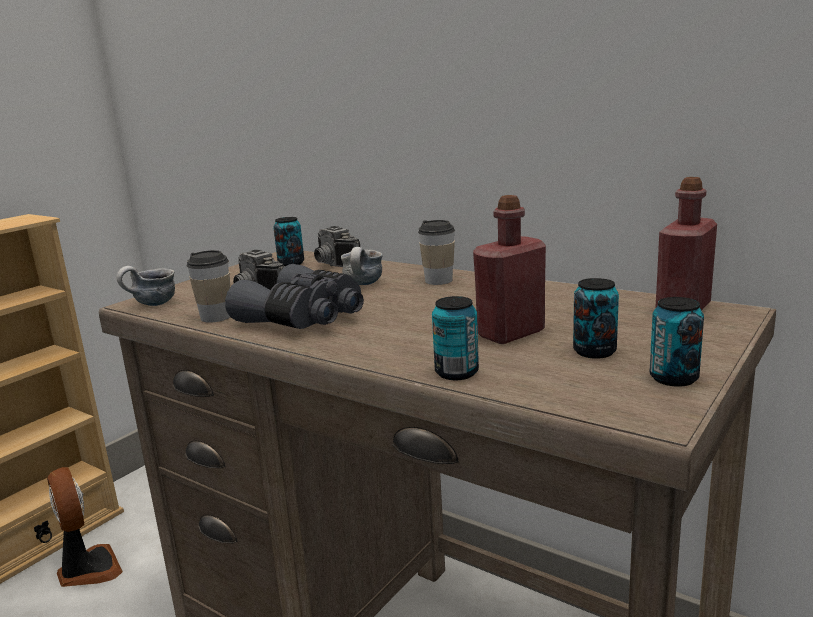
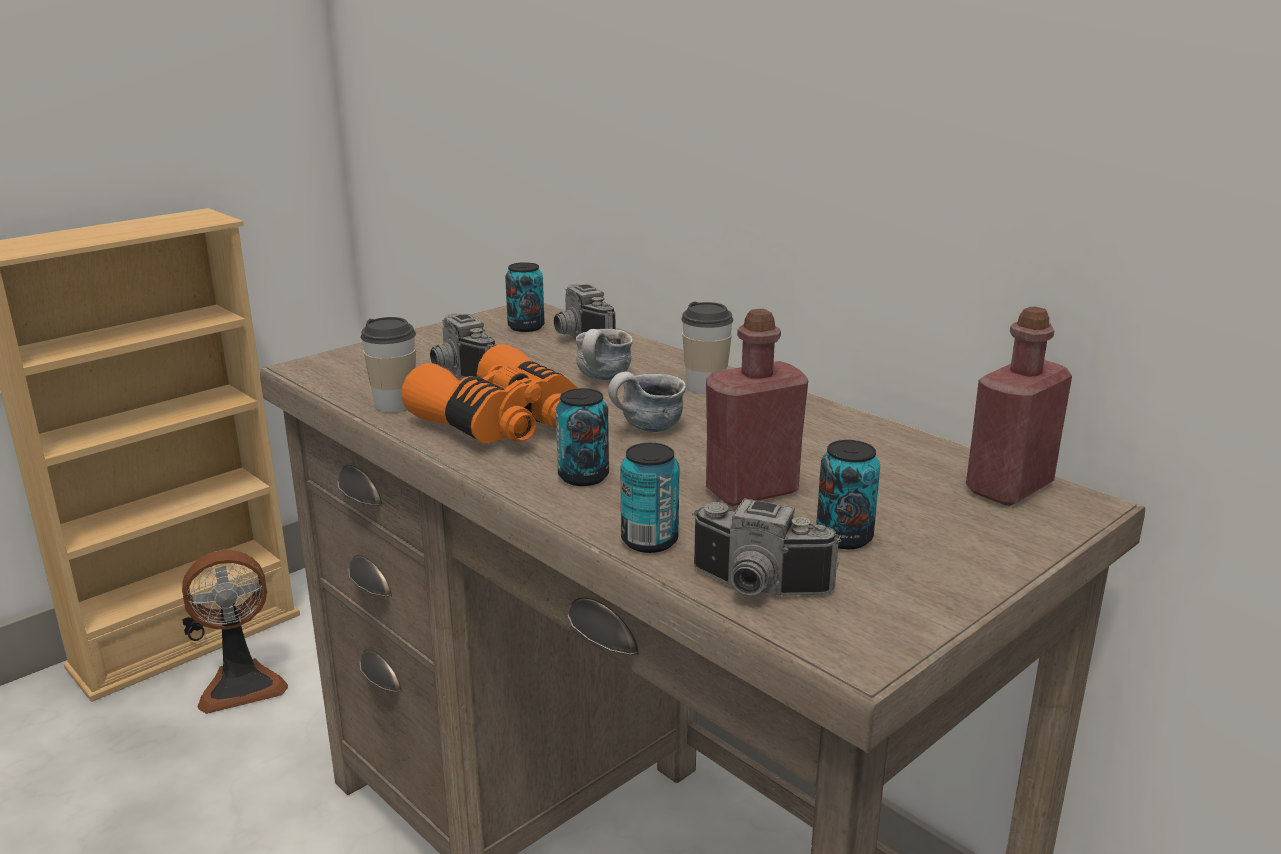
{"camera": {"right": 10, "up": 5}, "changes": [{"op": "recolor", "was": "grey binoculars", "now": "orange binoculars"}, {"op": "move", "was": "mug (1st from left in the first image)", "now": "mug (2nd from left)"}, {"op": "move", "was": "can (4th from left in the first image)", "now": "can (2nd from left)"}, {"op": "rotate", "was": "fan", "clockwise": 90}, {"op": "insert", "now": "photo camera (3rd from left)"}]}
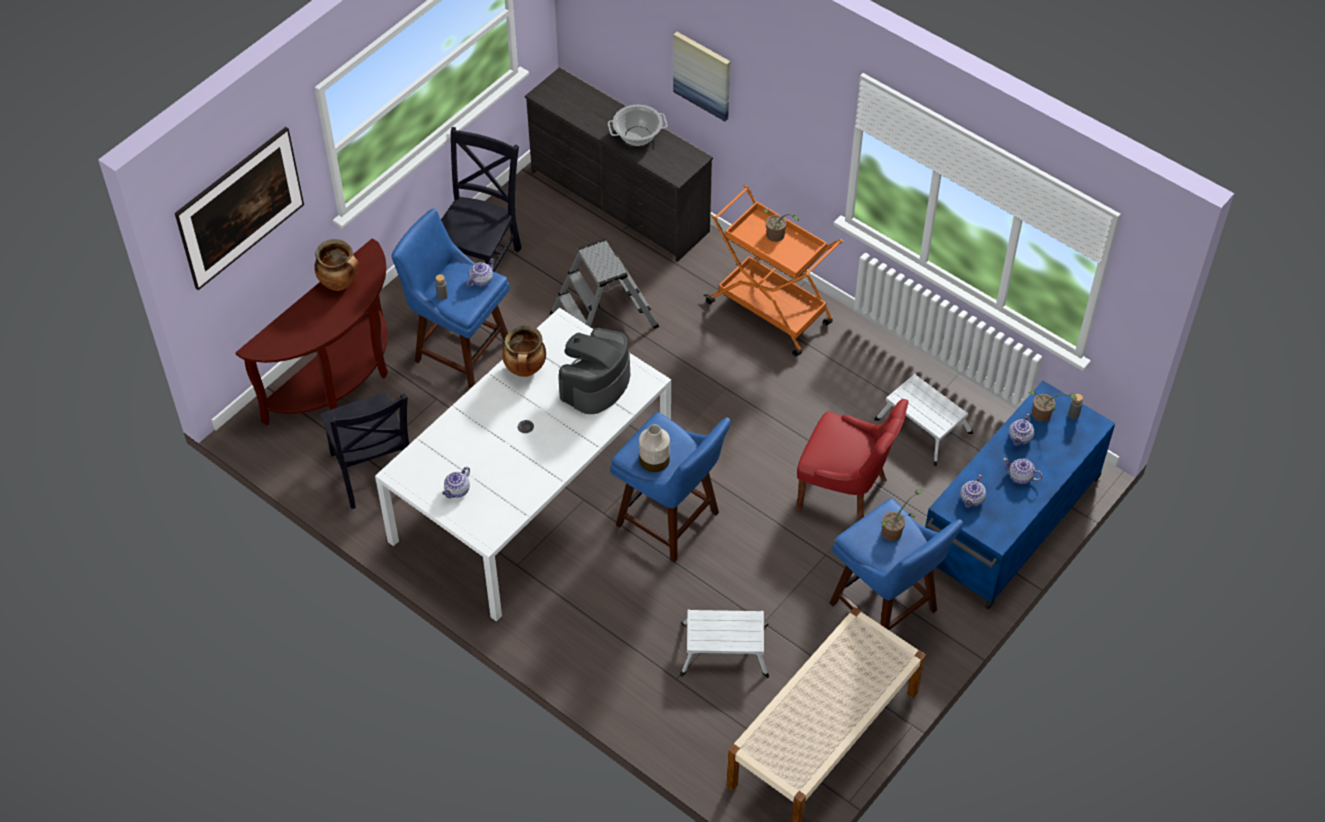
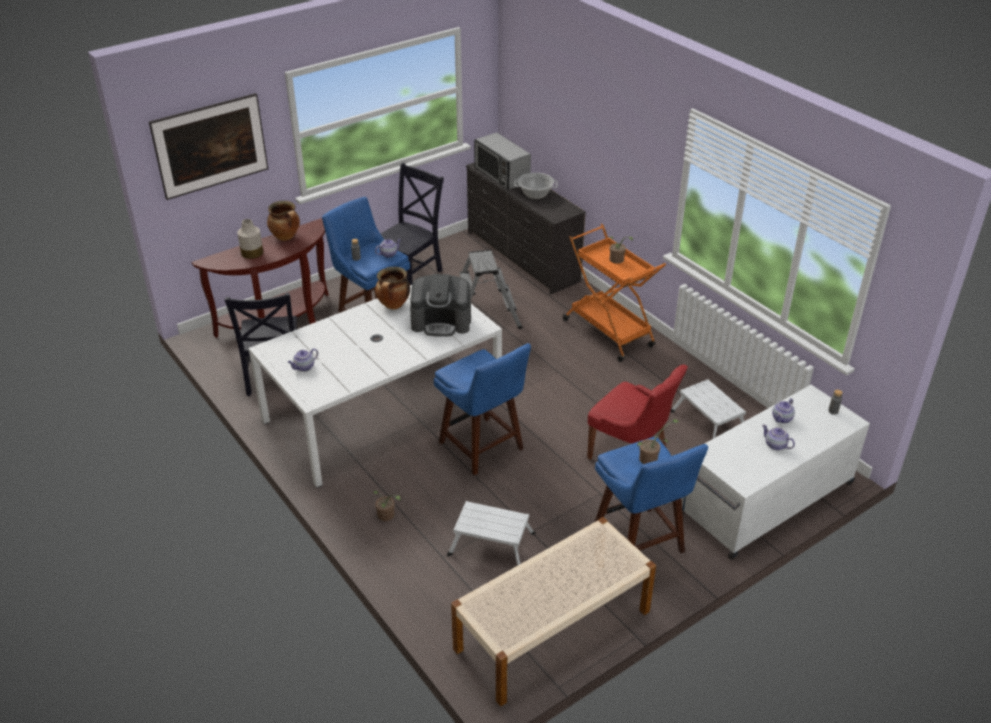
{"camera": {"right": 15, "up": -15}, "changes": [{"op": "delete", "was": "picture (2nd from left)"}, {"op": "rotate", "was": "coffee machine", "clockwise": -135}, {"op": "recolor", "was": "blue cabinet", "now": "white cabinet"}, {"op": "move", "was": "potted plant (3rd from left in the first image)", "now": "potted plant (1st from left)"}, {"op": "move", "was": "beige vase"}, {"op": "delete", "was": "teapot (3rd from left)"}, {"op": "insert", "now": "microwave"}]}
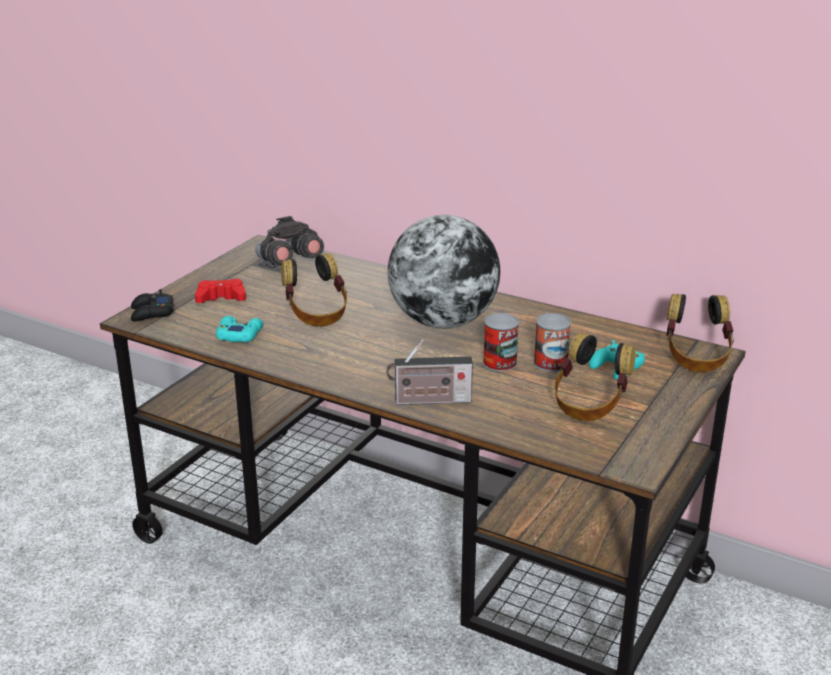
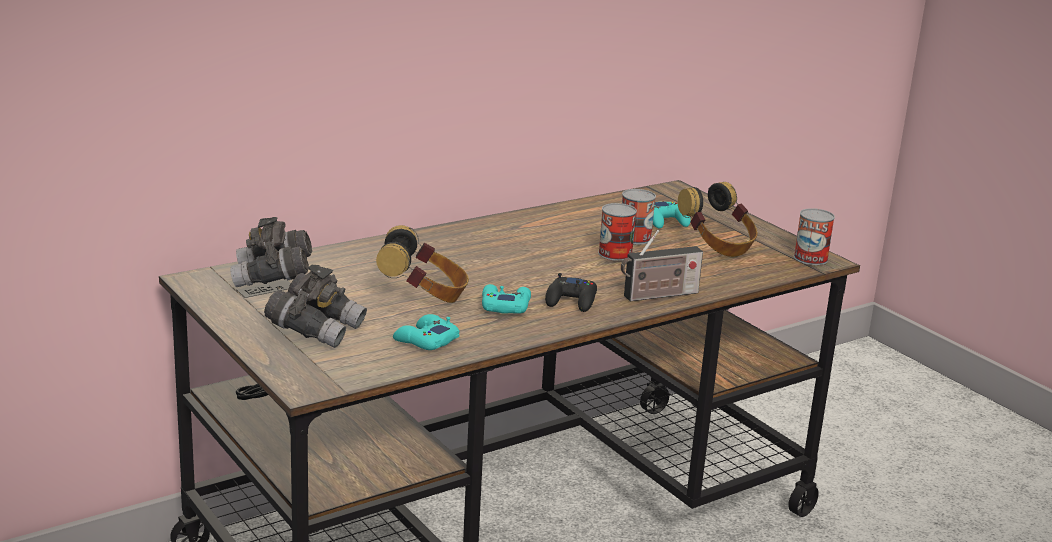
{"camera": {"right": -65, "up": -5}, "changes": [{"op": "delete", "was": "globe"}, {"op": "replace", "was": "red game controller", "now": "grey binoculars (2nd from left)"}, {"op": "move", "was": "black game controller"}, {"op": "delete", "was": "headphones (3rd from left)"}, {"op": "rotate", "was": "radio", "clockwise": 45}, {"op": "insert", "now": "can (3rd from left)"}, {"op": "insert", "now": "turquoise game controller (2nd from left)"}]}
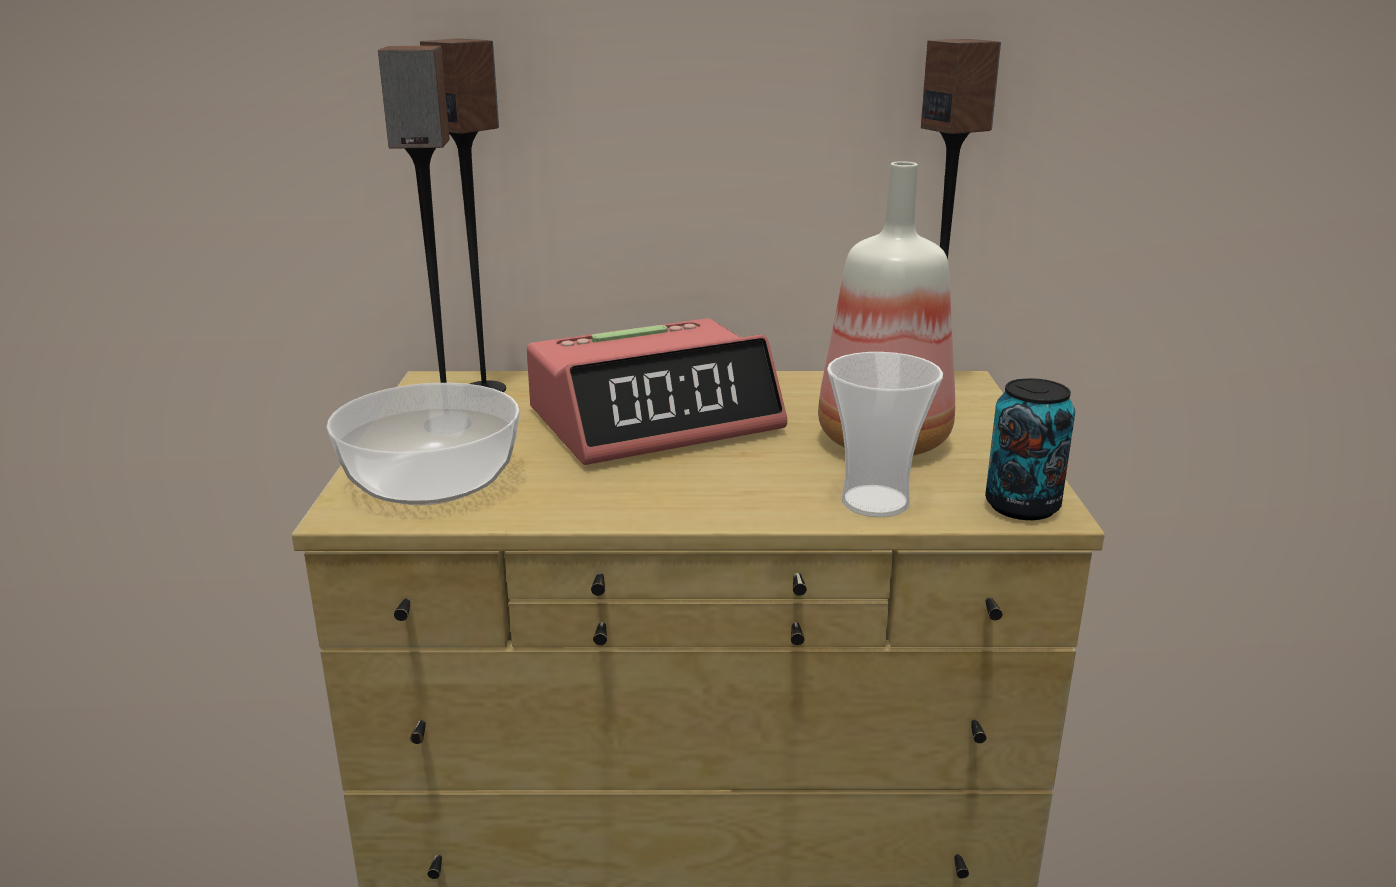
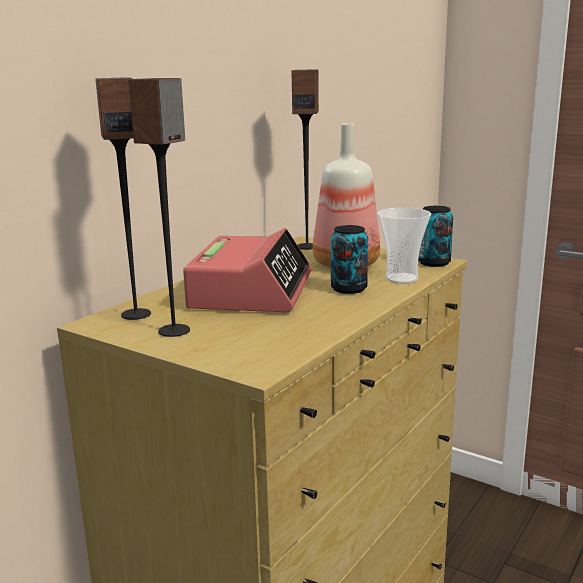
{"camera": {"right": -55, "up": -5}, "changes": [{"op": "delete", "was": "bowl"}, {"op": "insert", "now": "can (1st from left)"}]}
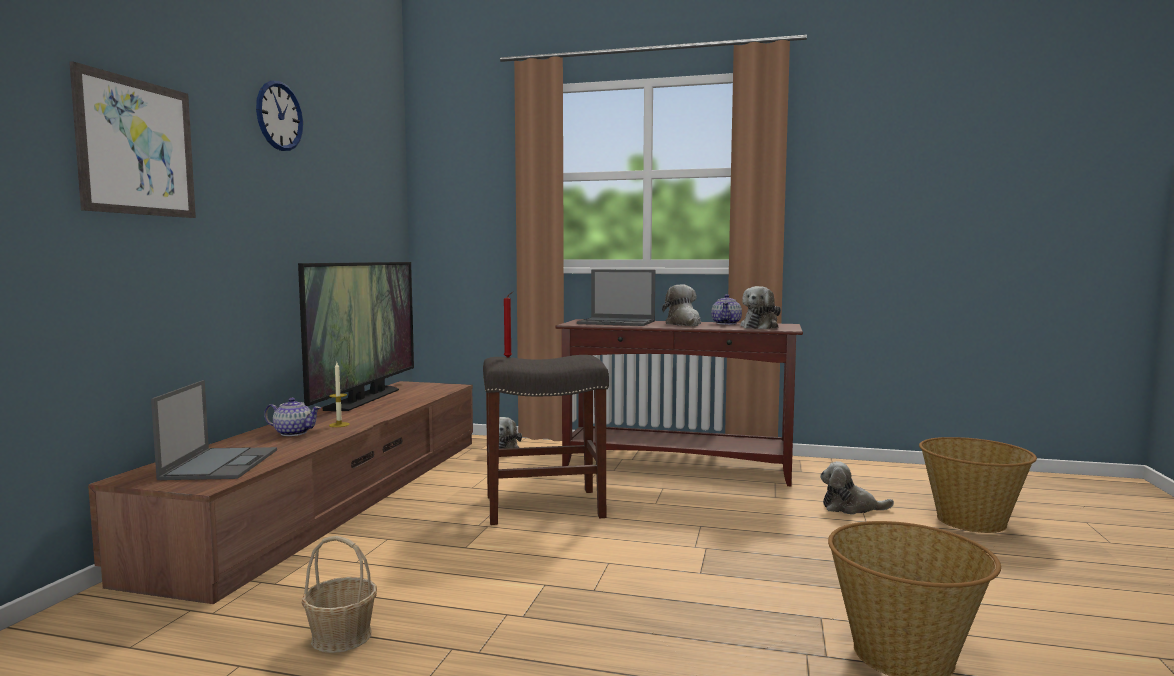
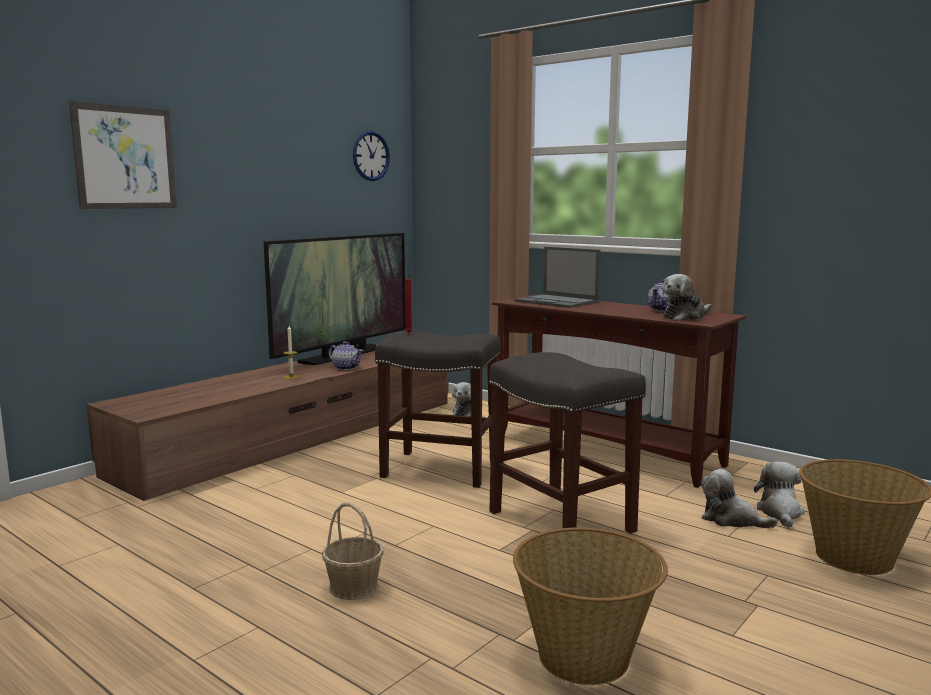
{"camera": {"right": 25, "up": 5}, "changes": [{"op": "move", "was": "wall clock"}, {"op": "move", "was": "plush toy (2nd from left in the first image)", "now": "plush toy (4th from left)"}, {"op": "delete", "was": "laptop (1st from left)"}, {"op": "move", "was": "teapot (1st from left)"}, {"op": "move", "was": "basket (1st from left)"}, {"op": "insert", "now": "grey stool (2nd from left)"}]}
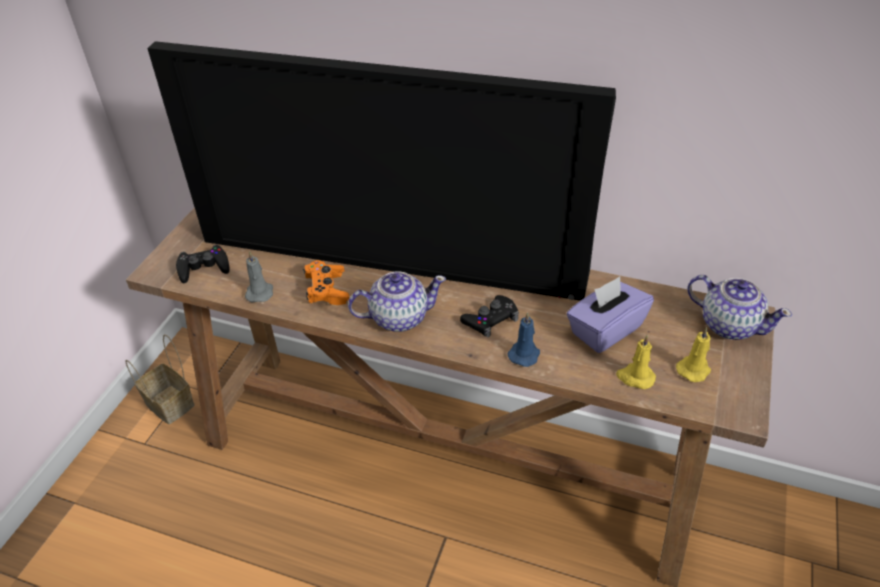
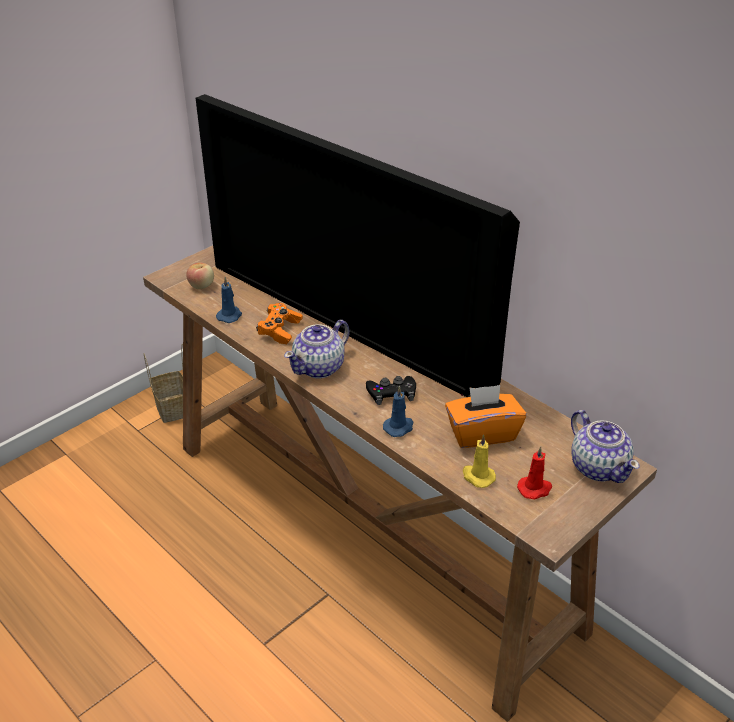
{"camera": {"right": 25, "up": -5}, "changes": [{"op": "replace", "was": "black game controller (1st from left)", "now": "apple"}, {"op": "recolor", "was": "grey candle", "now": "blue candle (1st from left)"}, {"op": "rotate", "was": "teapot (1st from left)", "clockwise": 120}, {"op": "recolor", "was": "purple tissue box", "now": "orange tissue box"}, {"op": "recolor", "was": "yellow candle (2nd from left)", "now": "red candle"}]}
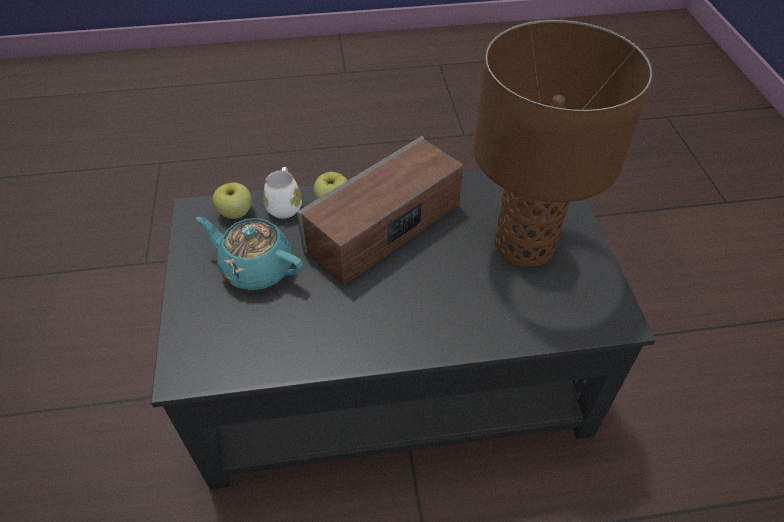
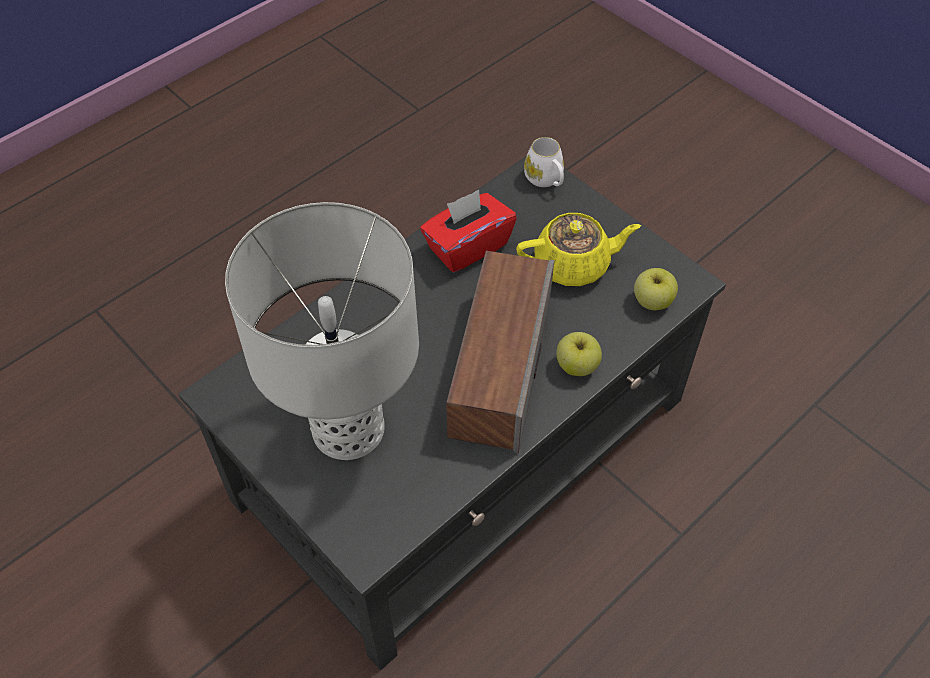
{"camera": {"right": 145, "up": 5}, "changes": [{"op": "recolor", "was": "brown table lamp", "now": "white table lamp"}, {"op": "move", "was": "white mug"}, {"op": "recolor", "was": "turquoise teapot", "now": "yellow teapot"}, {"op": "insert", "now": "red tissue box"}]}
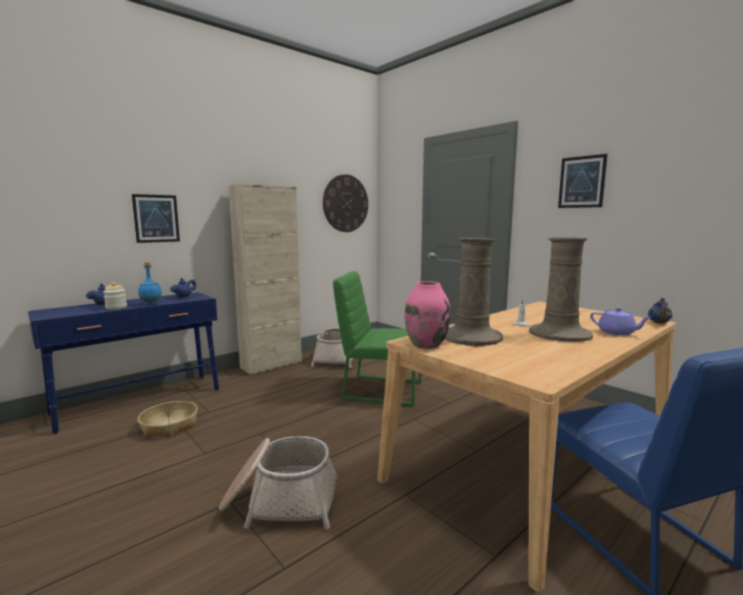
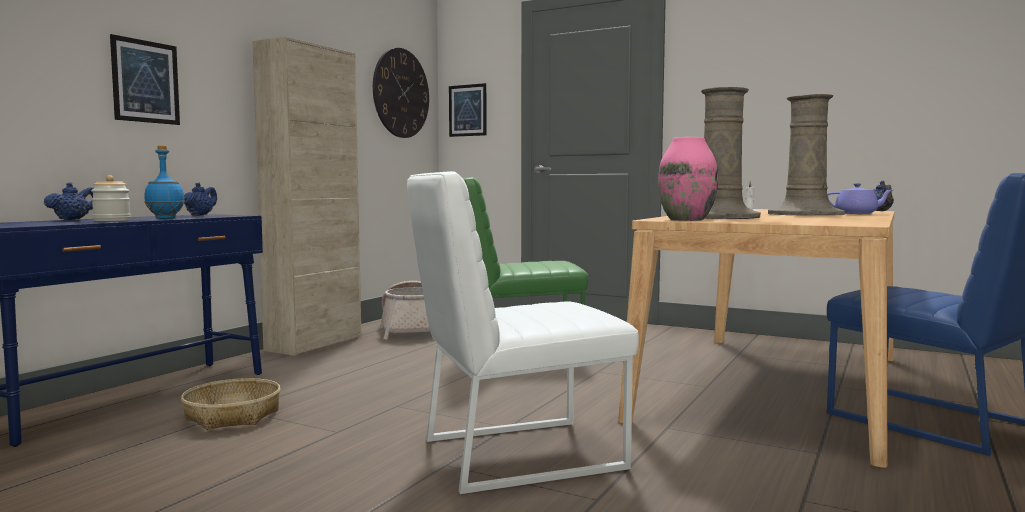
{"camera": {"right": -20, "up": -5}, "changes": [{"op": "move", "was": "picture (2nd from left)"}, {"op": "replace", "was": "basket (2nd from left)", "now": "white chair"}]}
